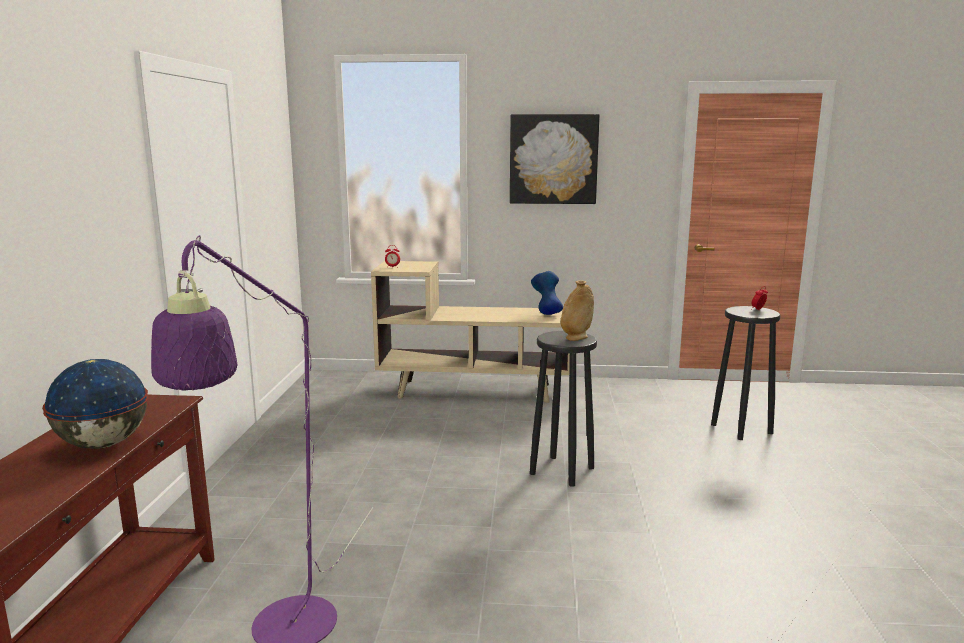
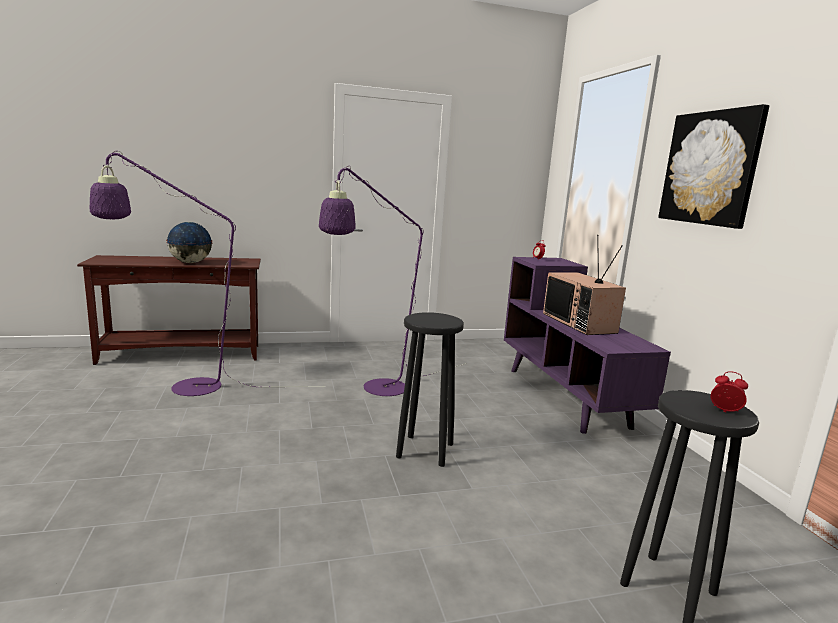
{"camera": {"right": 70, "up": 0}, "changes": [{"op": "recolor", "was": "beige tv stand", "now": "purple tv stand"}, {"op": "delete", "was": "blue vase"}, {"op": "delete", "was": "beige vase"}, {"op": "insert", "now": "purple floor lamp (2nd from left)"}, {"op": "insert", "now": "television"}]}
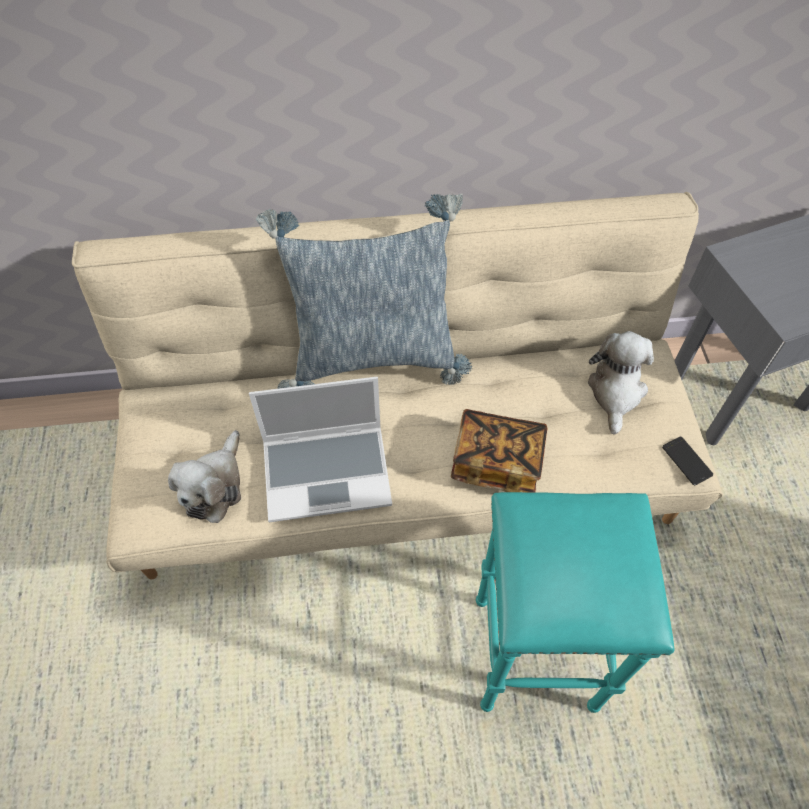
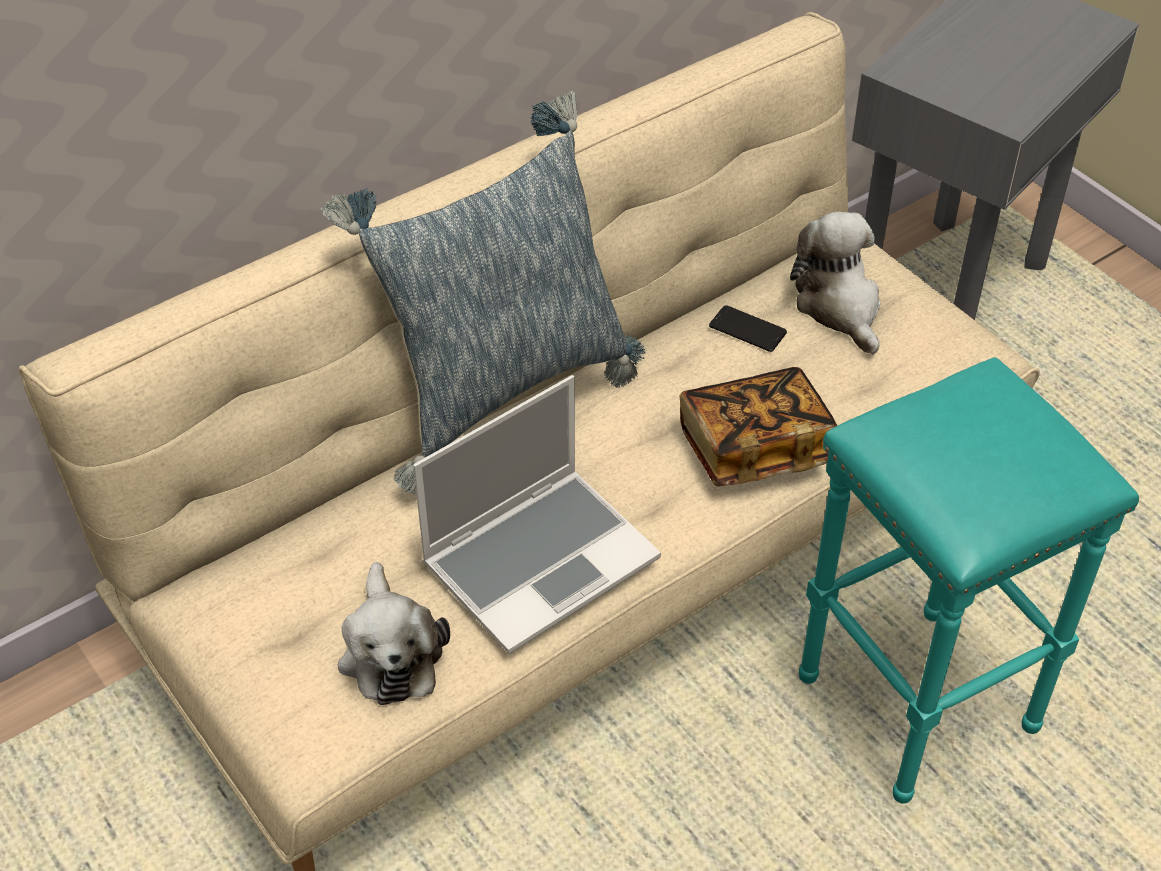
{"camera": {"right": -30, "up": -10}, "changes": [{"op": "move", "was": "phone"}]}
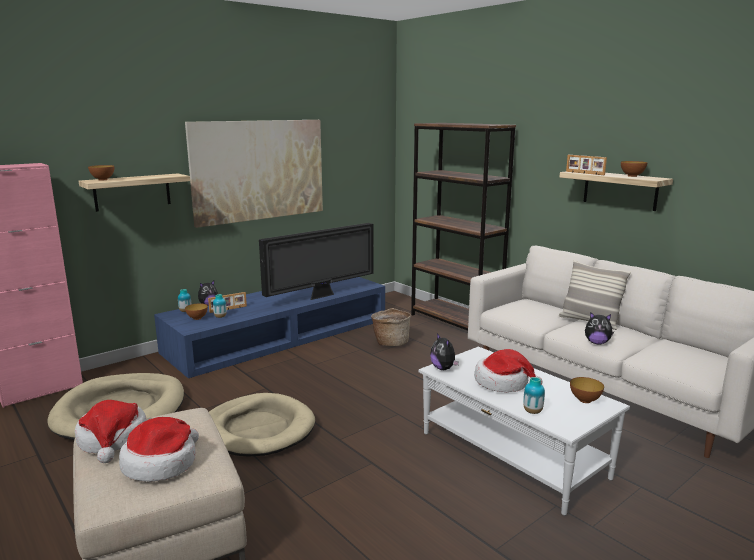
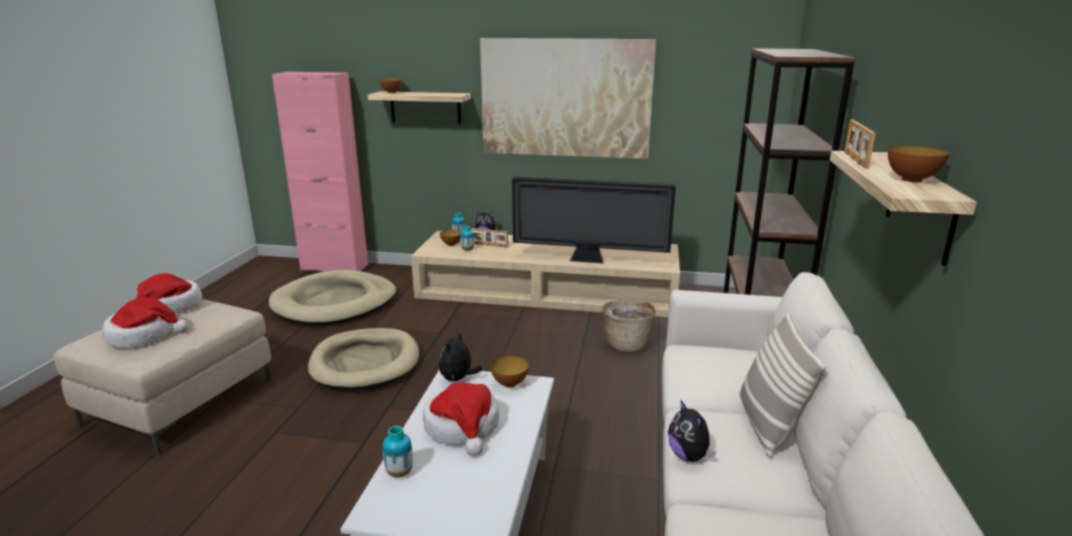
{"camera": {"right": 50, "up": 5}, "changes": [{"op": "recolor", "was": "blue tv stand", "now": "beige tv stand"}, {"op": "move", "was": "bowl (3rd from left)"}]}
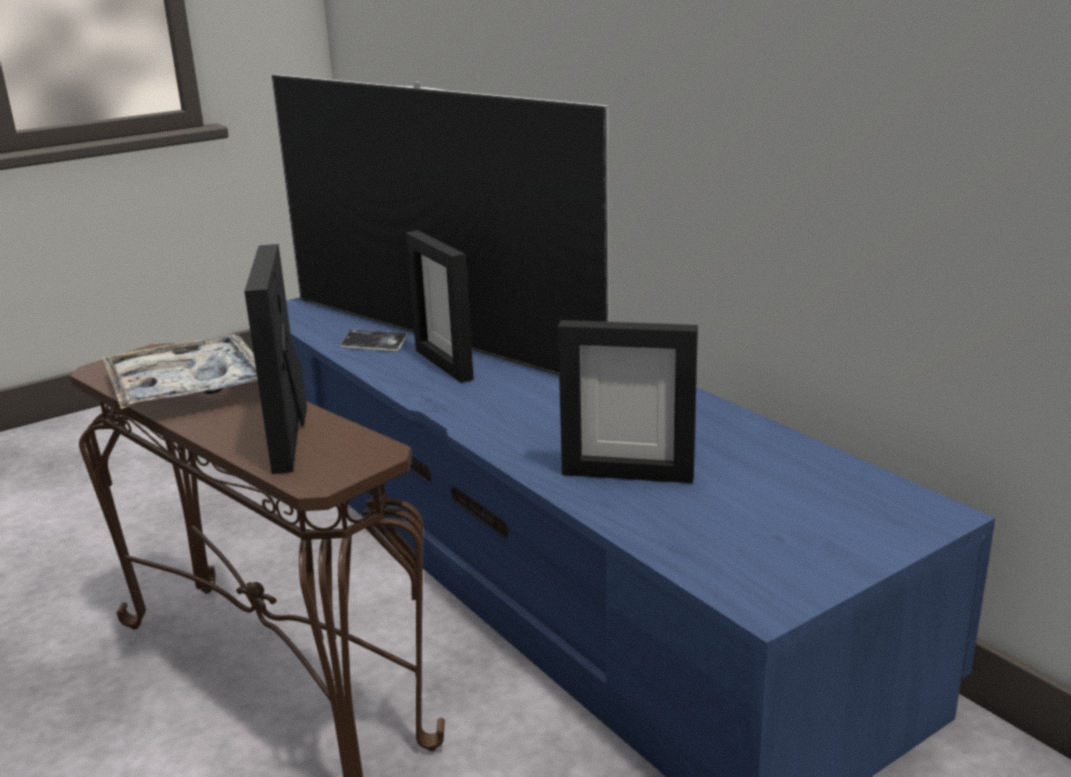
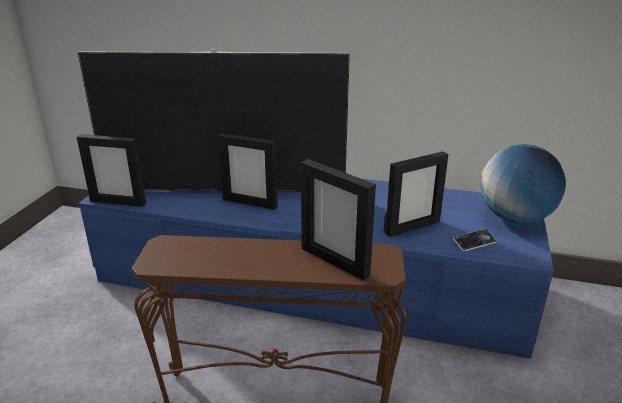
{"camera": {"right": -40, "up": 5}, "changes": [{"op": "move", "was": "phone"}, {"op": "delete", "was": "tray"}, {"op": "insert", "now": "picture frame (1st from left)"}, {"op": "insert", "now": "globe"}]}
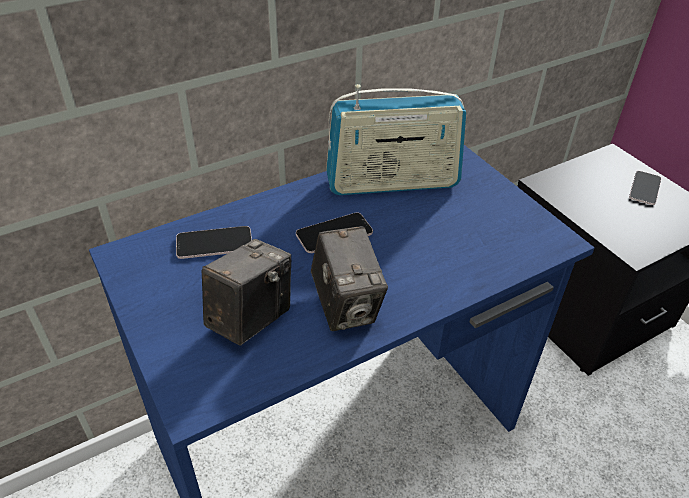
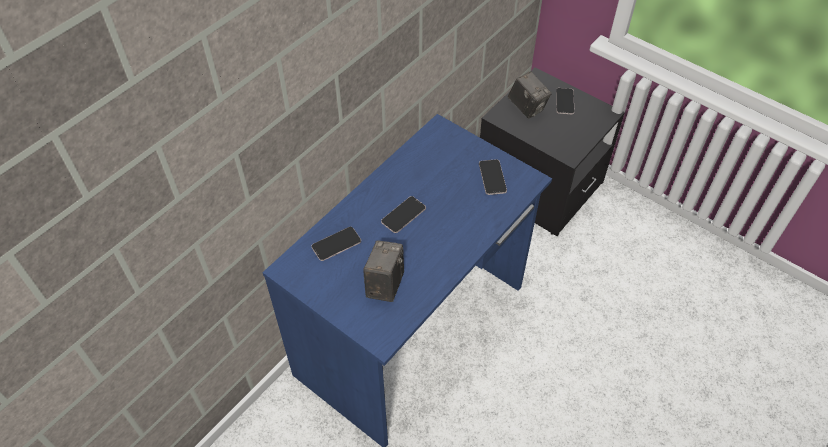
{"camera": {"right": -20, "up": 10}, "changes": [{"op": "delete", "was": "radio"}, {"op": "move", "was": "photo camera (2nd from left)"}, {"op": "insert", "now": "phone (3rd from left)"}]}
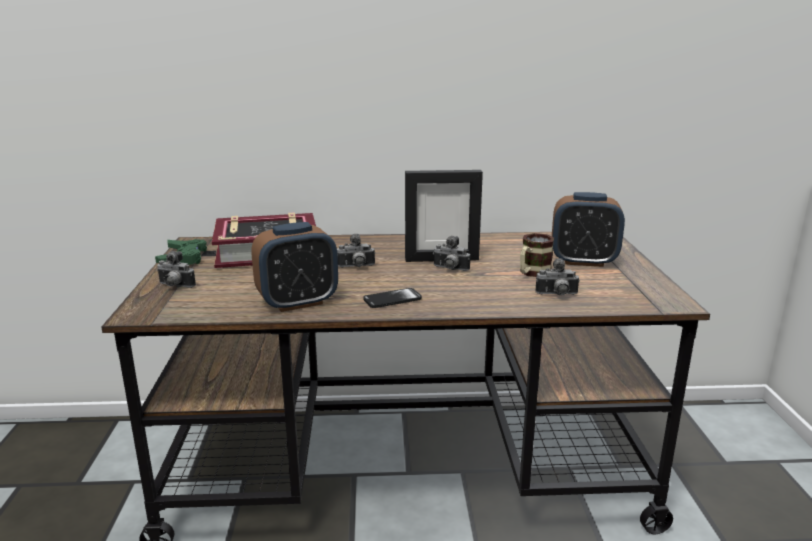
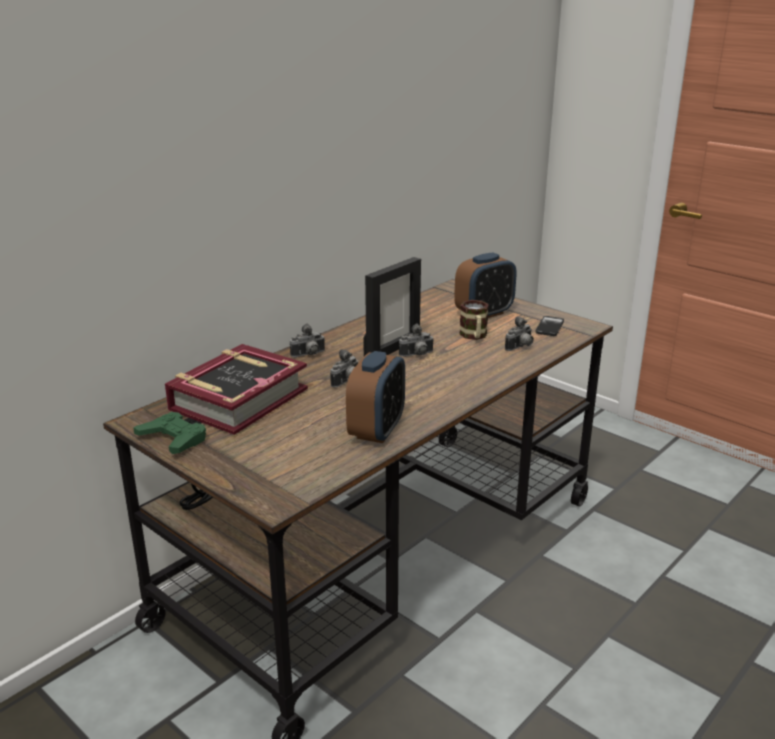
{"camera": {"right": -45, "up": 5}, "changes": [{"op": "move", "was": "photo camera (1st from left)"}, {"op": "move", "was": "phone"}]}
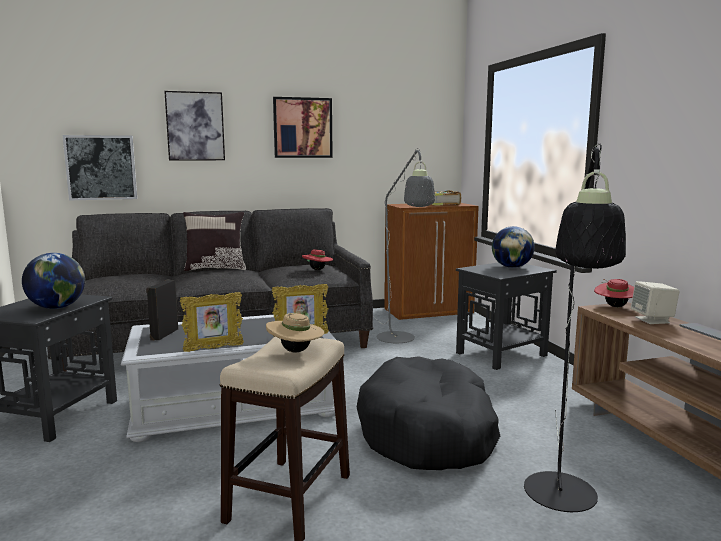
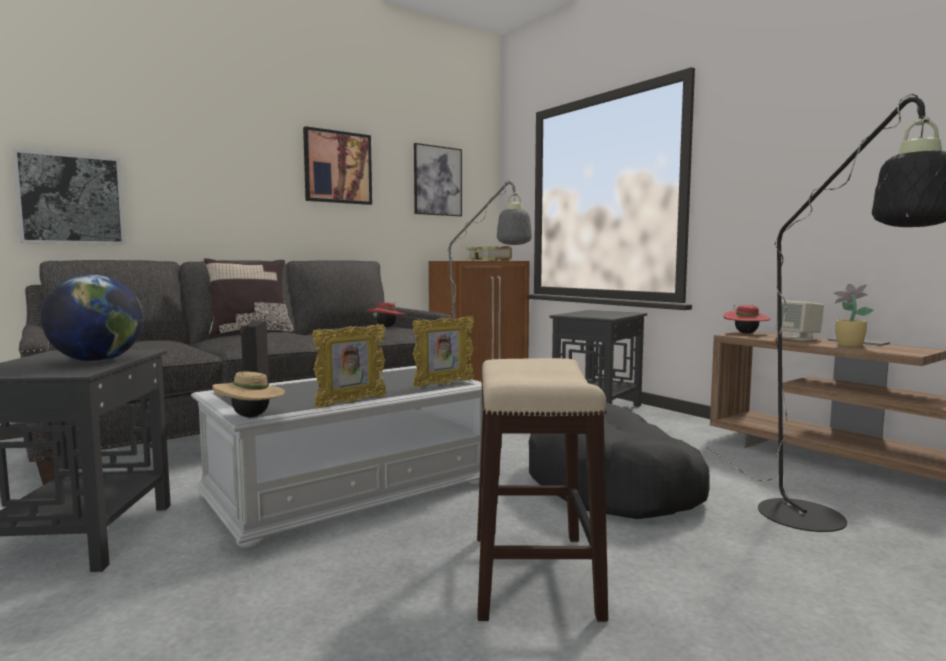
{"camera": {"right": -20, "up": -5}, "changes": [{"op": "move", "was": "picture (2nd from left in the first image)", "now": "picture (3rd from left)"}, {"op": "delete", "was": "globe (2nd from left)"}, {"op": "move", "was": "beige hat"}, {"op": "insert", "now": "potted plant"}]}
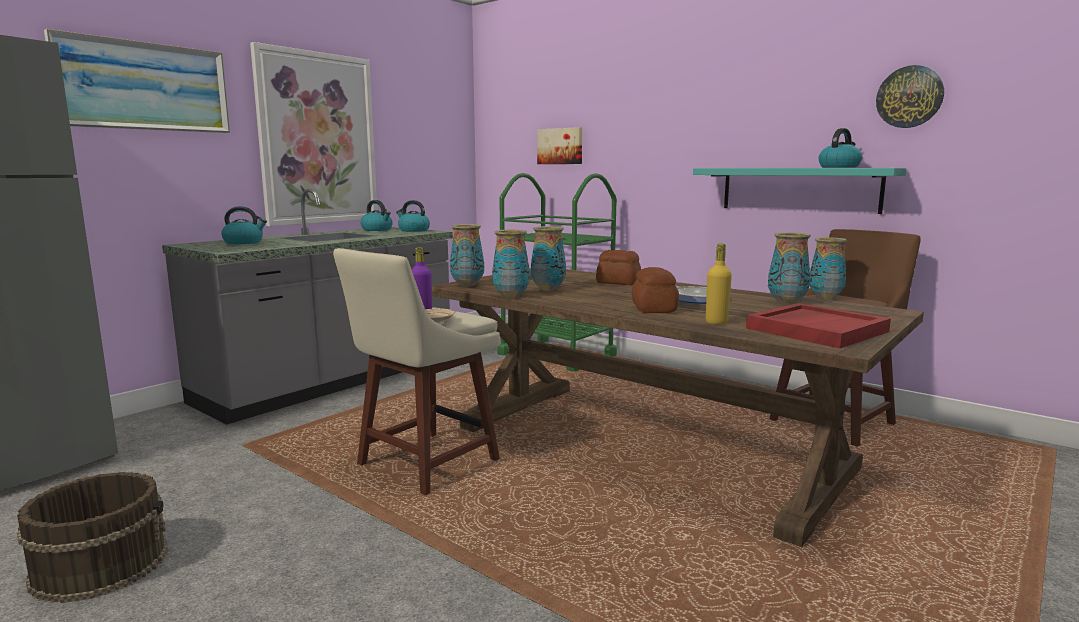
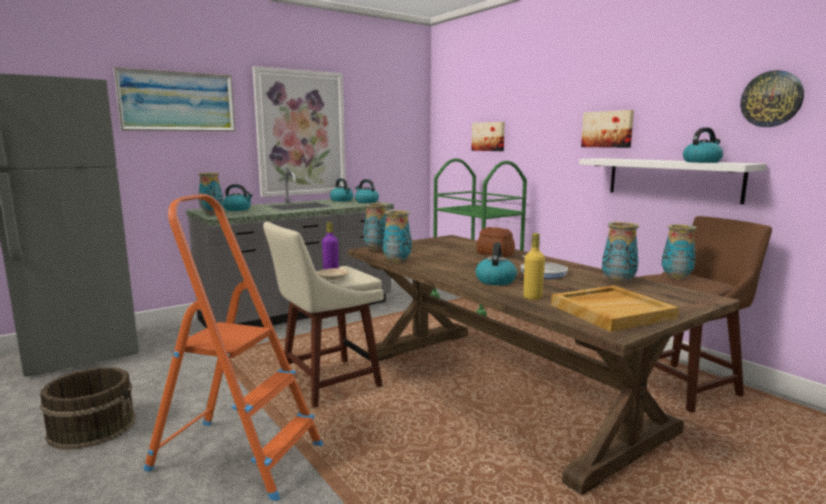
{"camera": {"right": 15, "up": 0}, "changes": [{"op": "recolor", "was": "turquoise shelf", "now": "white shelf"}, {"op": "move", "was": "vase (3rd from left in the first image)", "now": "vase (1st from left)"}, {"op": "replace", "was": "bread (2nd from left)", "now": "kettle (4th from left)"}, {"op": "recolor", "was": "red tray", "now": "beige tray"}, {"op": "insert", "now": "picture (4th from left)"}, {"op": "insert", "now": "orange step ladder"}]}
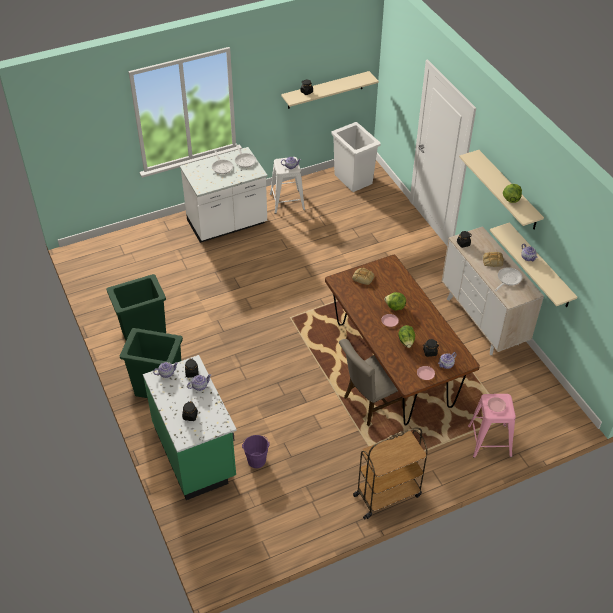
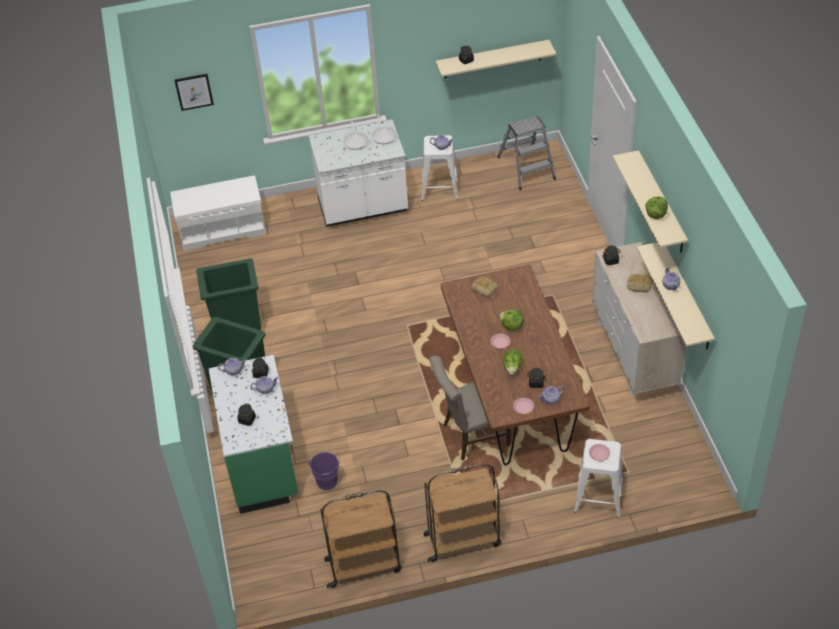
{"camera": {"right": 15, "up": 0}, "changes": [{"op": "replace", "was": "white trash can", "now": "grey step ladder"}, {"op": "delete", "was": "frying pan (3rd from left)"}, {"op": "recolor", "was": "pink stool", "now": "white stool (2nd from left)"}, {"op": "insert", "now": "picture"}, {"op": "insert", "now": "white bench"}, {"op": "insert", "now": "brown cart (1st from left)"}]}
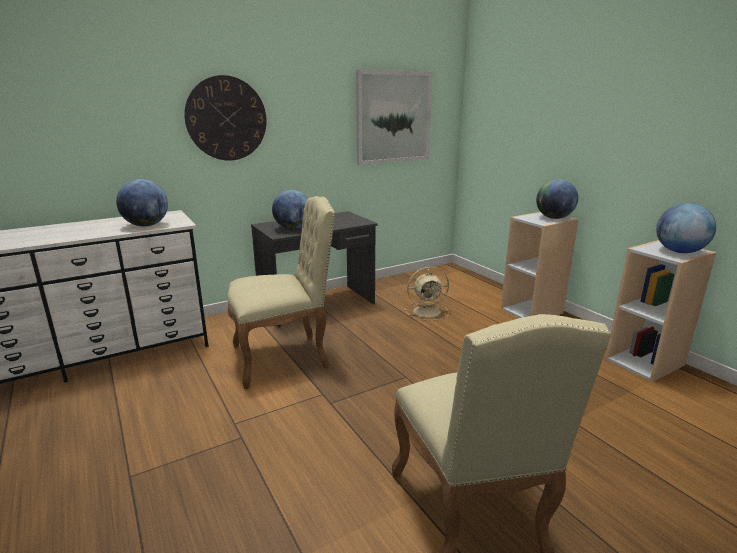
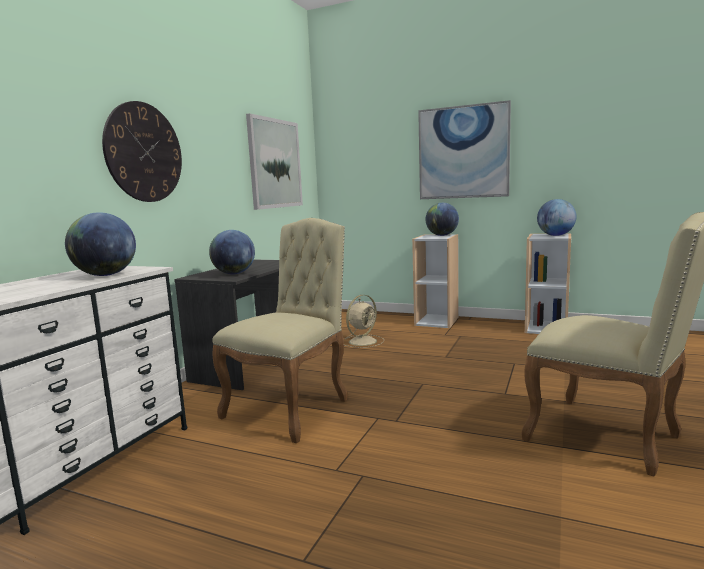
{"camera": {"right": -35, "up": -10}, "changes": [{"op": "insert", "now": "picture (2nd from left)"}]}
